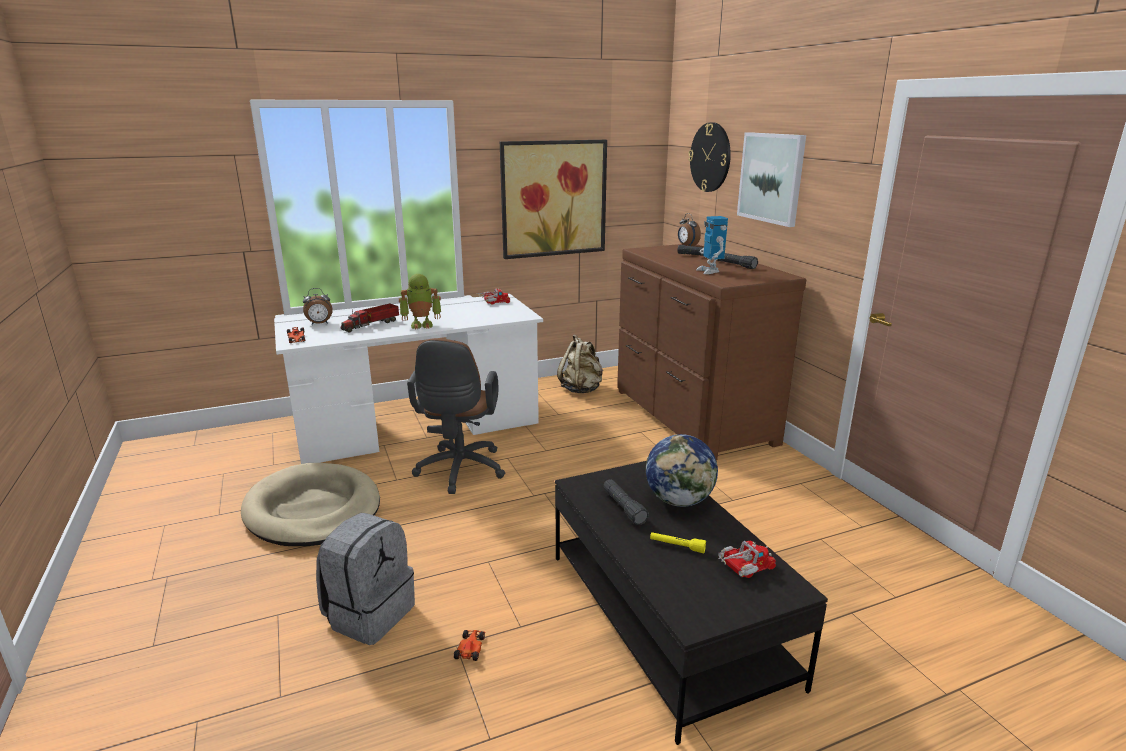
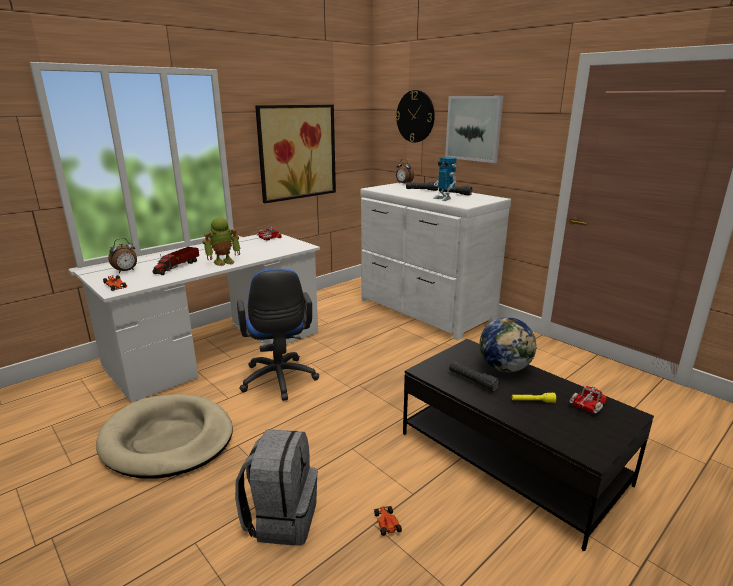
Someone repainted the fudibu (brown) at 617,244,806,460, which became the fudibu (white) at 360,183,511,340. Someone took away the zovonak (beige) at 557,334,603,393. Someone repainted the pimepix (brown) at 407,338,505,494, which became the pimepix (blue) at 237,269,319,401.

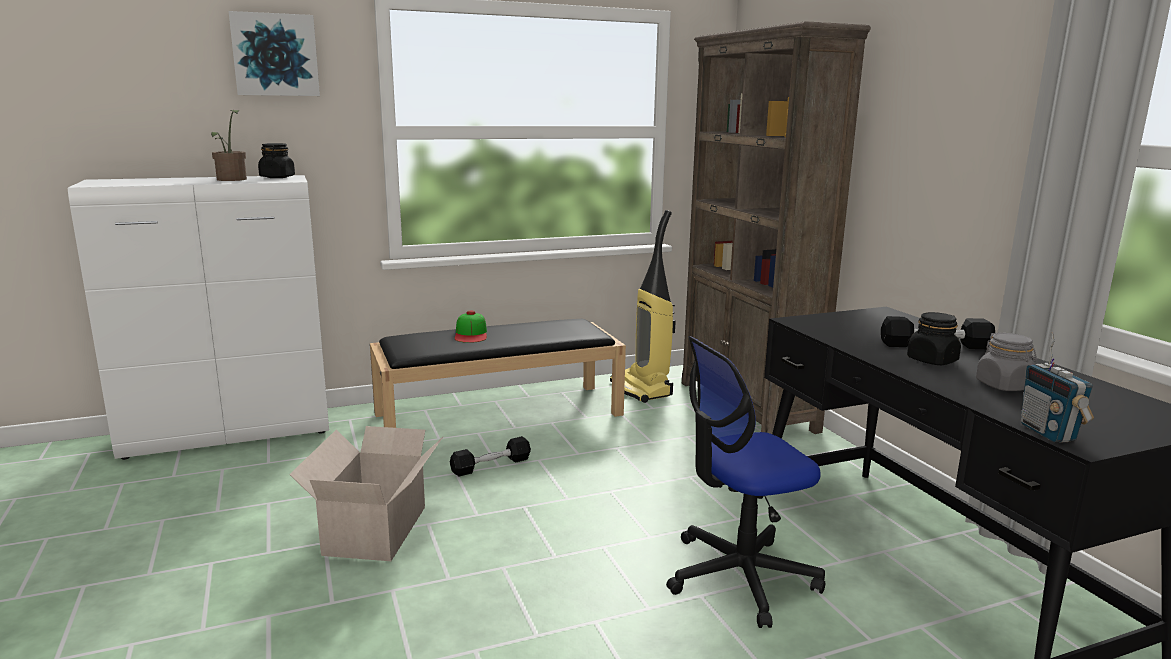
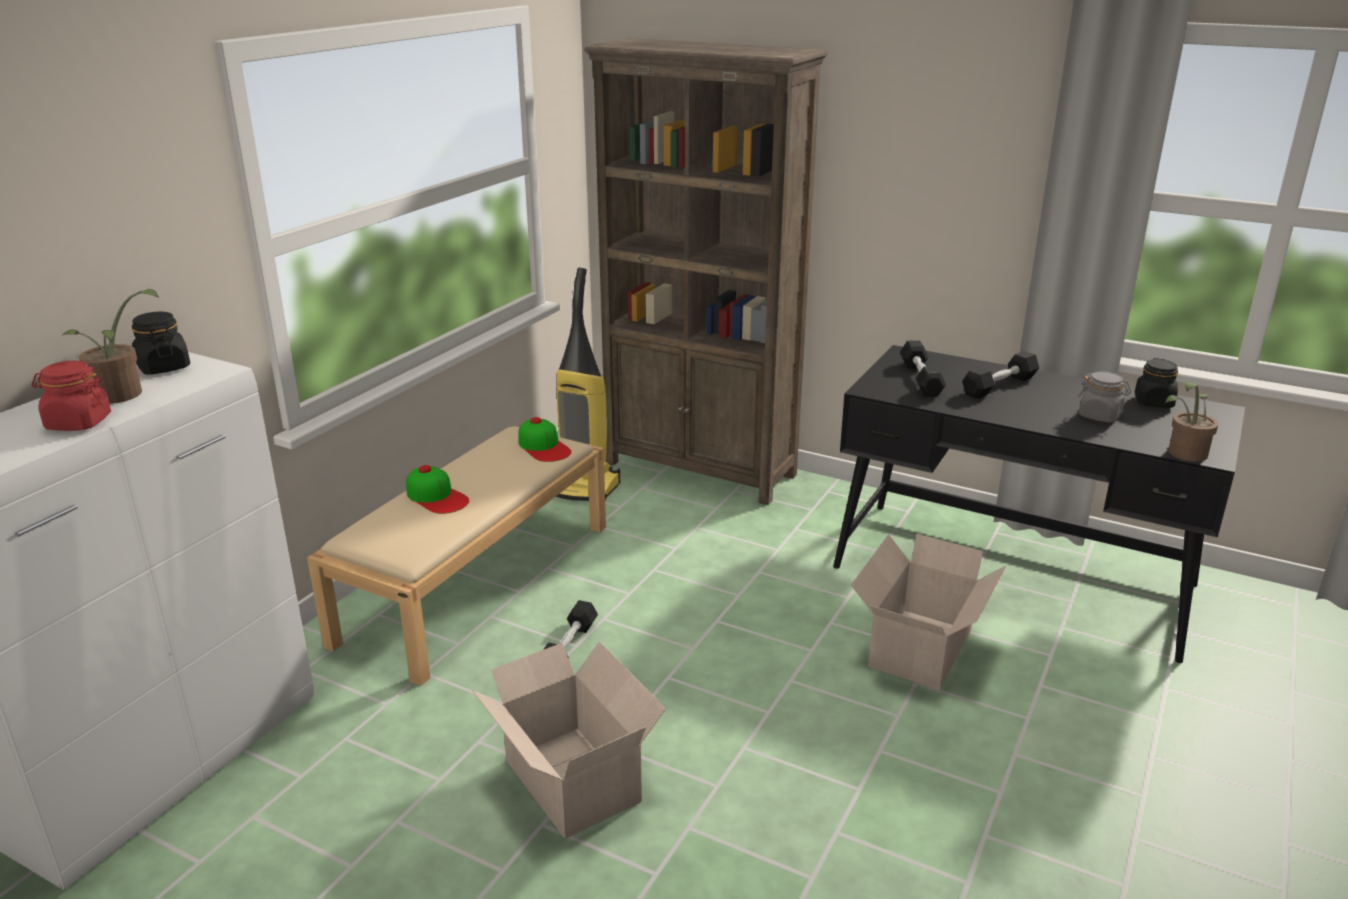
Someone took away the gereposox at 228,11,320,96. Someone carried the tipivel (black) from 907,312,961,365 to 1135,358,1178,408. Someone repainted the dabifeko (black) at 370,319,626,428, which became the dabifeko (beige) at 307,426,606,686. Someone swapped the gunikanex at 1021,332,1094,443 for the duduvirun at 1165,382,1218,461. Someone swapped the pimepix at 666,336,825,628 for the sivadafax at 851,534,1007,690. Someone put down the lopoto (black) at 900,340,946,397. Someone put down the tipivel (red) at 31,361,111,431. Someone put down the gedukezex at 518,417,571,462.

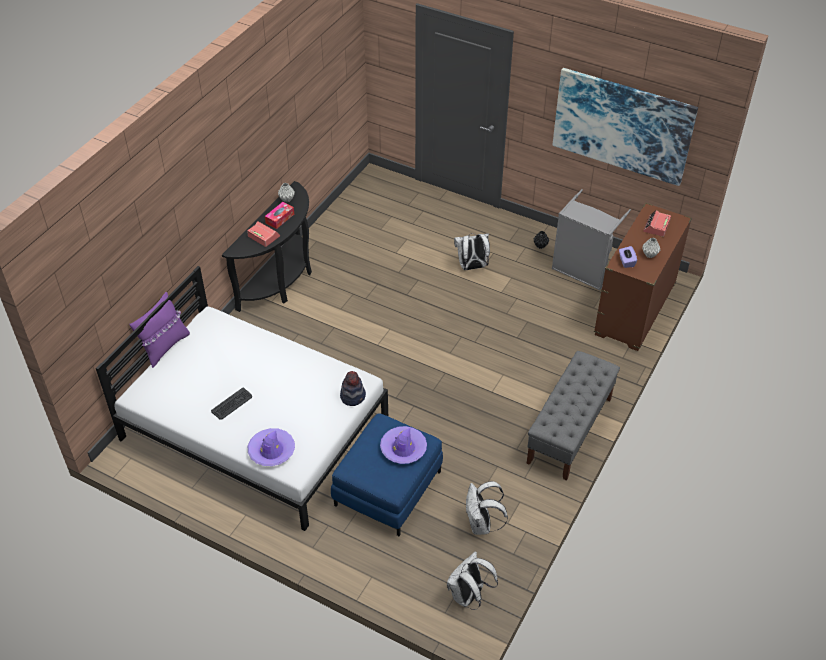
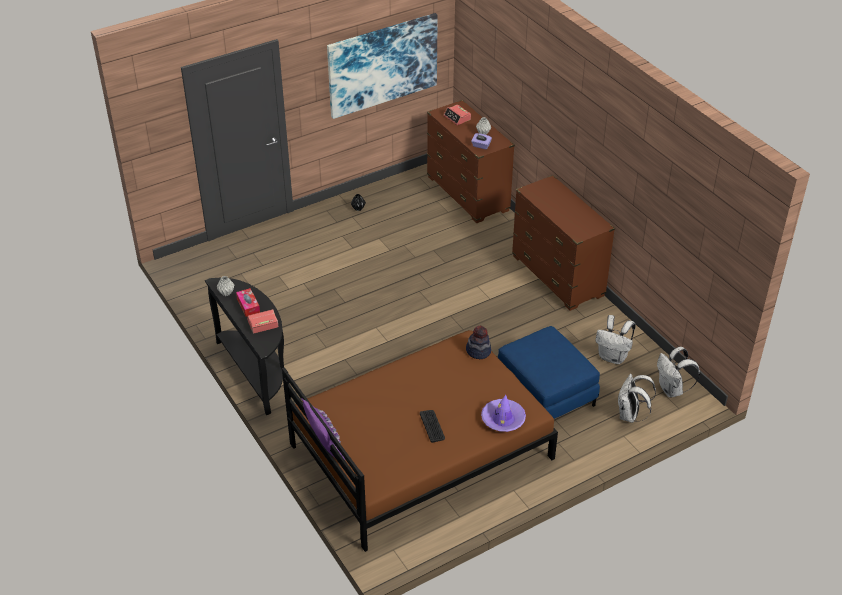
Someone took away the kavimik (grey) at 552,189,631,291. Someone carried the zovonak (white) from 454,233,490,270 to 618,374,656,423. Someone repainted the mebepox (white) at 96,266,388,531, which became the mebepox (brown) at 282,330,558,552. Someone swapped the dabifeko (grey) at 527,351,620,481 for the fudibu (brown) at 512,175,615,311. Someone took away the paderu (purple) at 380,426,427,464.

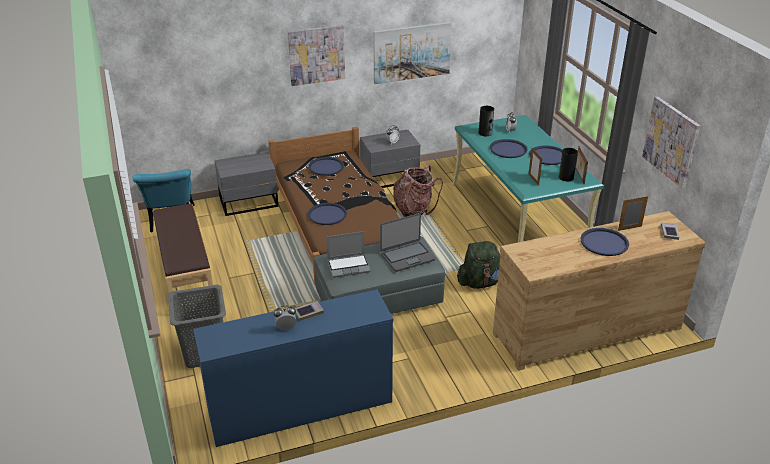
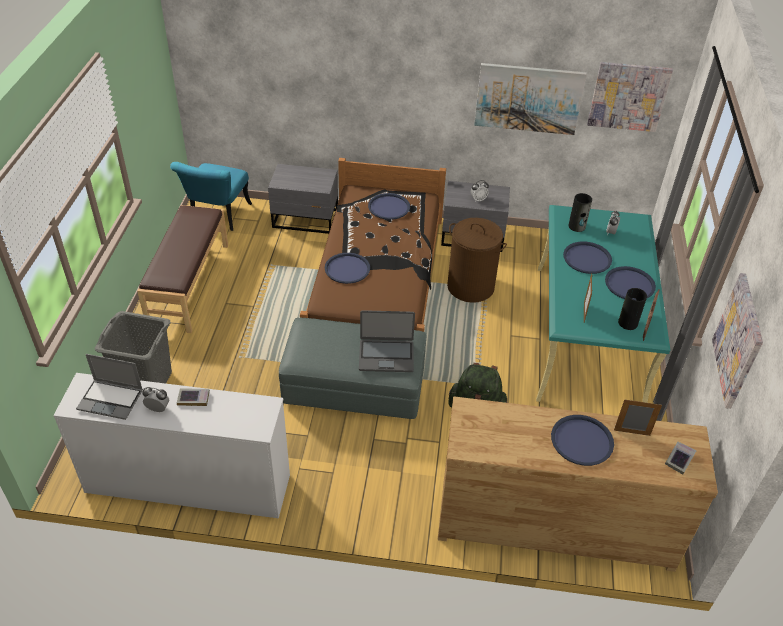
Someone carried the gereposox from 288,25,345,86 to 587,62,673,132. Someone swapped the zovonak at 393,165,443,217 for the kavimik (brown) at 447,218,507,303. Someone carried the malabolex from 326,231,371,278 to 76,354,143,420. Someone repainted the fudibu (blue) at 193,290,393,447, which became the fudibu (white) at 53,373,290,518.

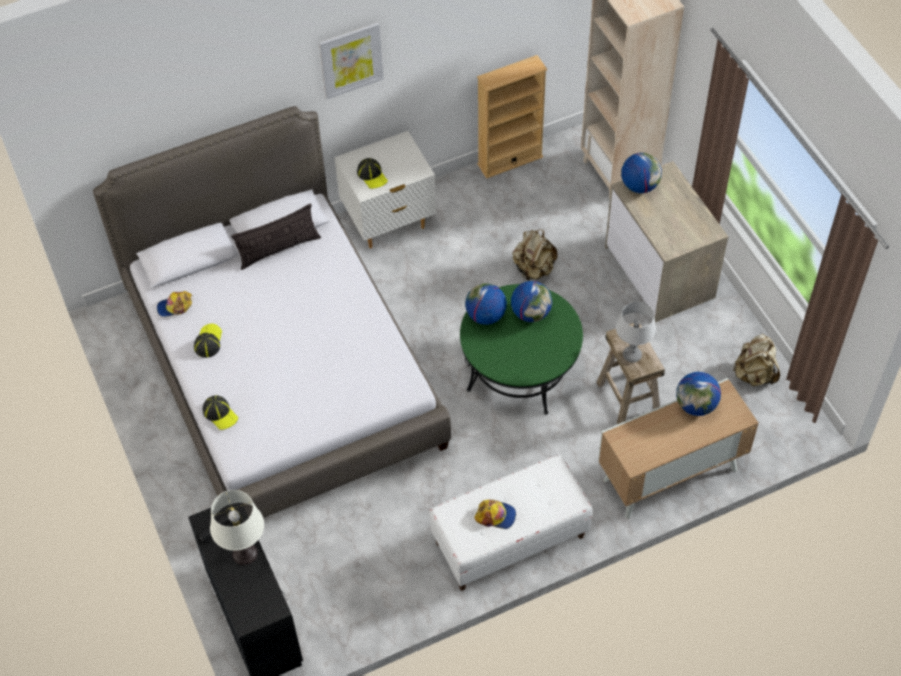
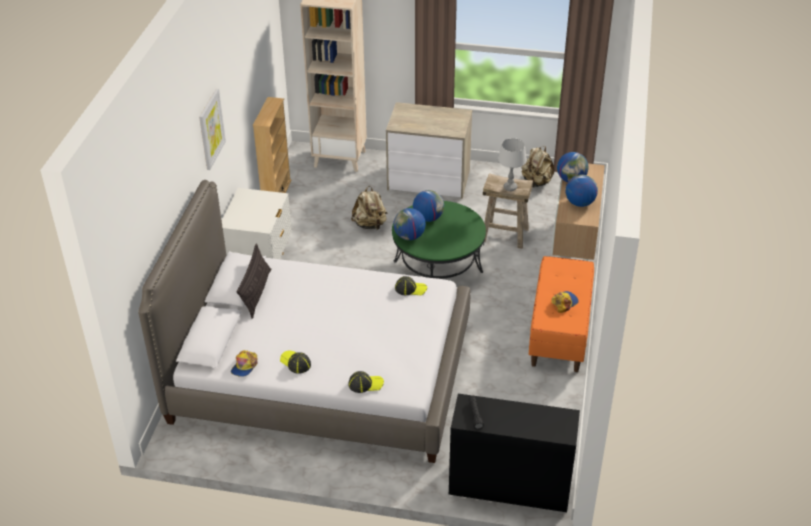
Someone carried the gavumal from 621,153,662,193 to 565,175,598,207. Someone carried the gedukezex from 357,158,388,189 to 395,276,427,295. Someone repainted the dabifeko (white) at 430,454,593,591, which became the dabifeko (orange) at 529,256,594,372. Someone took away the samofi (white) at 210,490,264,565.

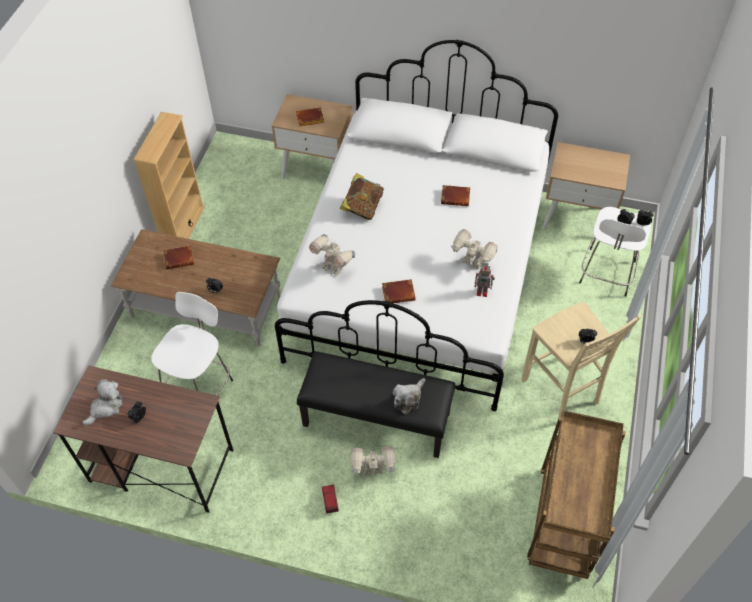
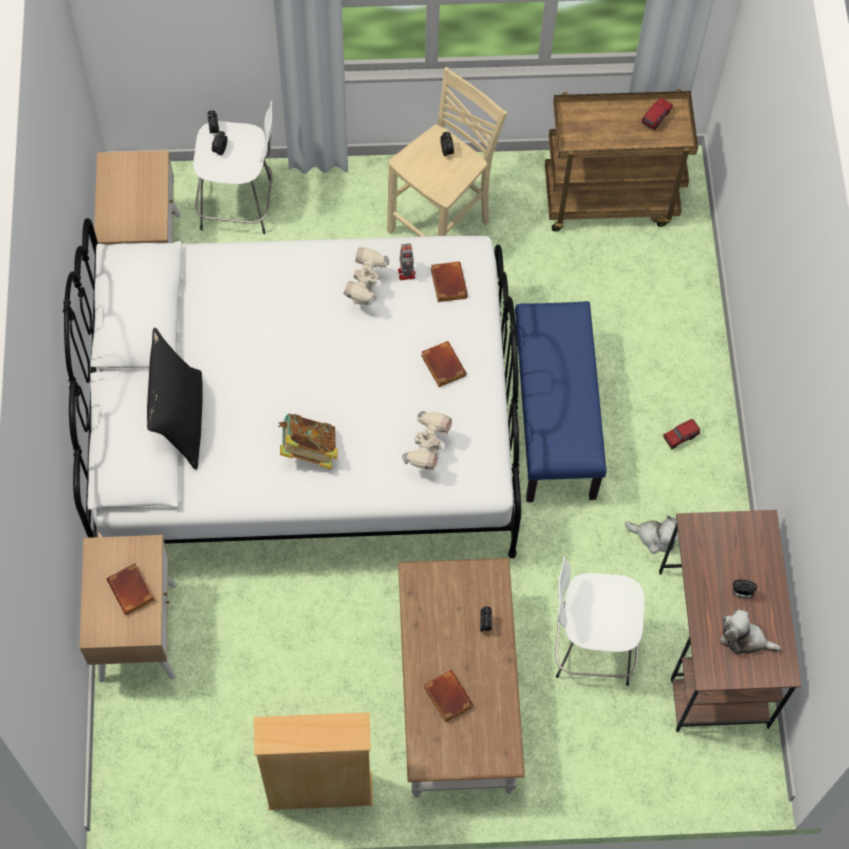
Someone carried the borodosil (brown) from 441,185,470,206 to 431,261,468,302. Someone repainted the dabifeko (black) at 297,351,455,458, which became the dabifeko (blue) at 515,301,606,502. Someone carried the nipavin from 393,378,425,414 to 625,516,679,554. Someone took away the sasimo at 350,446,396,476. Someone put down the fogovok at 641,97,673,130. Someone put down the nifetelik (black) at 147,328,203,470.

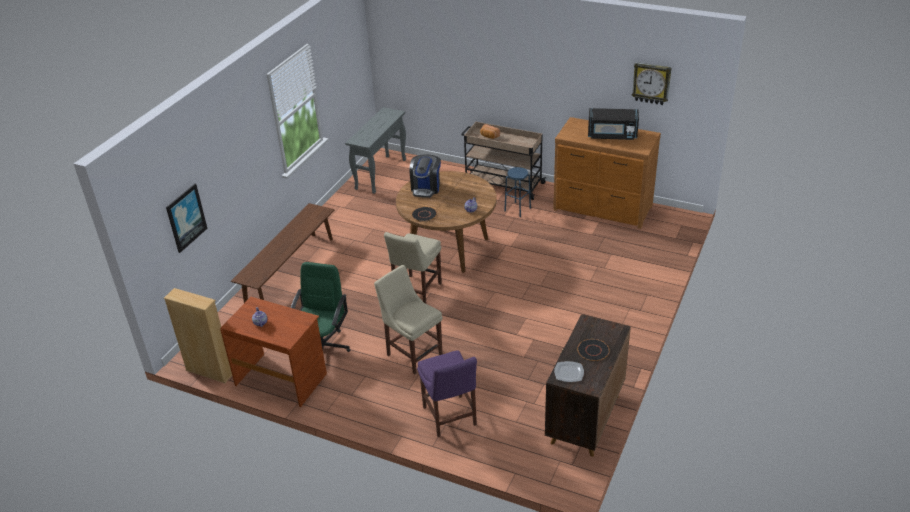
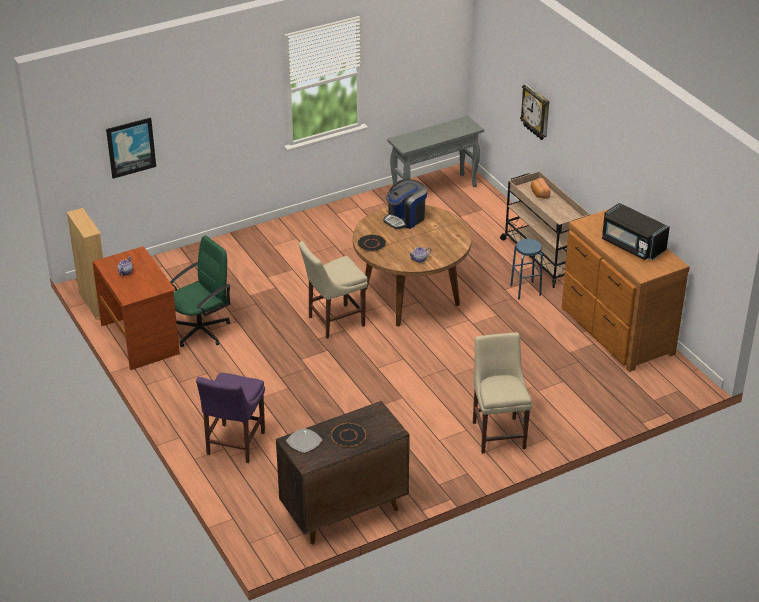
Someone carried the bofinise from 632,62,672,105 to 520,83,549,140. Someone took away the dabifeko (brown) at 231,203,335,303. Someone carried the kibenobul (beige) from 374,265,442,374 to 473,332,532,454.

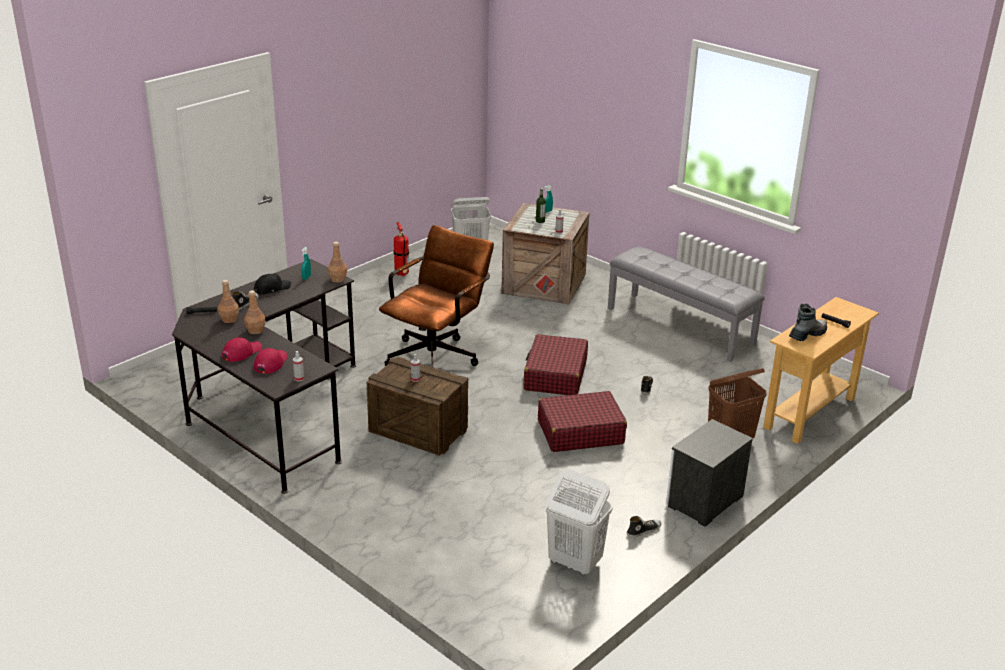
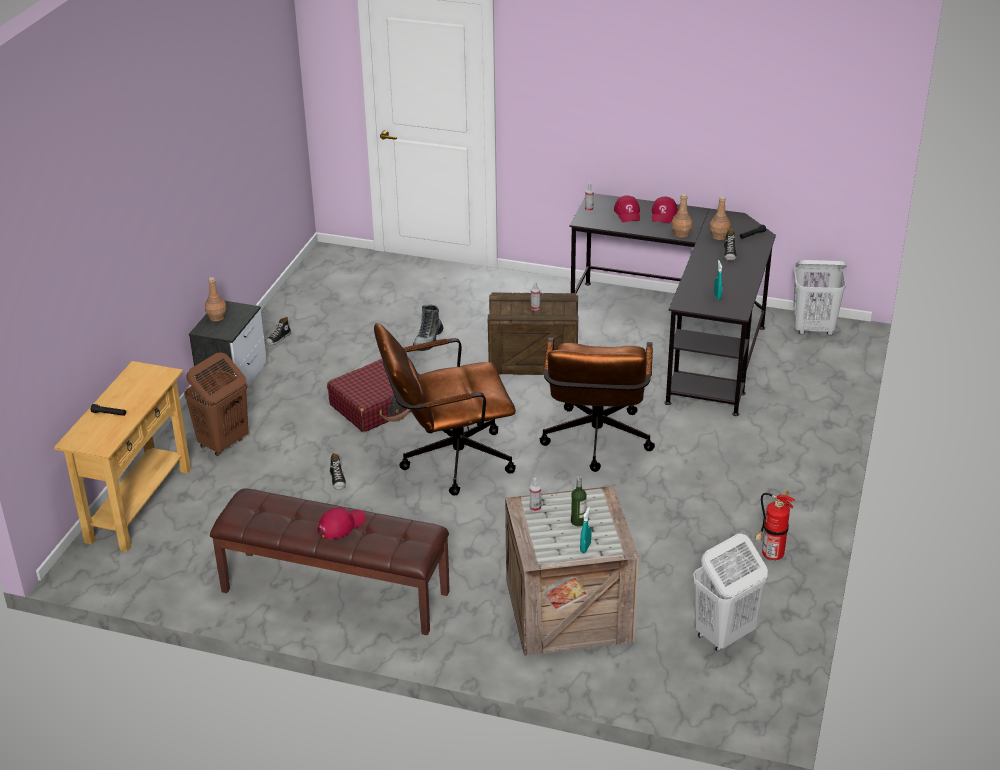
Someone carried the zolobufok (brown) from 328,242,347,283 to 205,277,227,321. Someone repainted the dabifeko (grey) at 608,247,765,362, which became the dabifeko (brown) at 210,488,450,635. Someone took away the gedukezex (black) at 254,273,291,295. Someone carried the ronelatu from 789,304,827,341 to 413,305,444,351. Someone swapped the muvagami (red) at 524,334,588,395 for the pimepix (brown) at 374,323,516,496. Someone carried the kavimik (white) from 546,470,612,575 to 793,260,847,335. Someone put down the gedukezex (red) at 318,508,366,540.

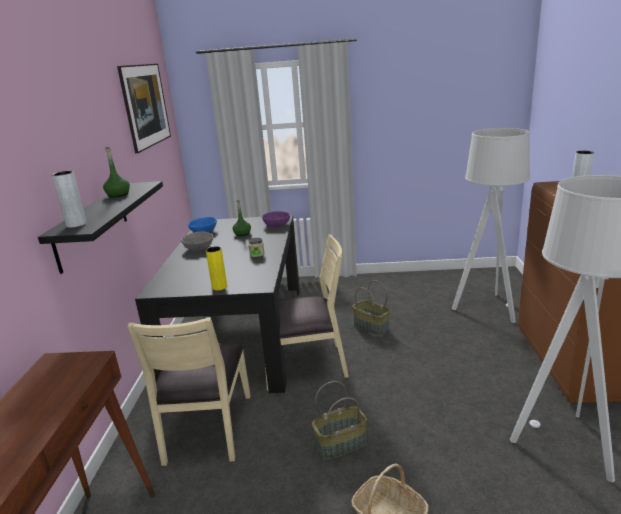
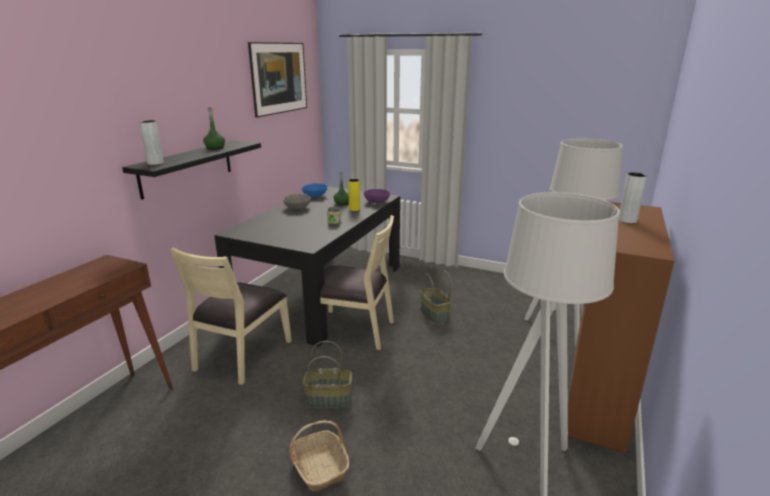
Someone carried the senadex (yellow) from 206,246,227,290 to 348,179,360,211.

